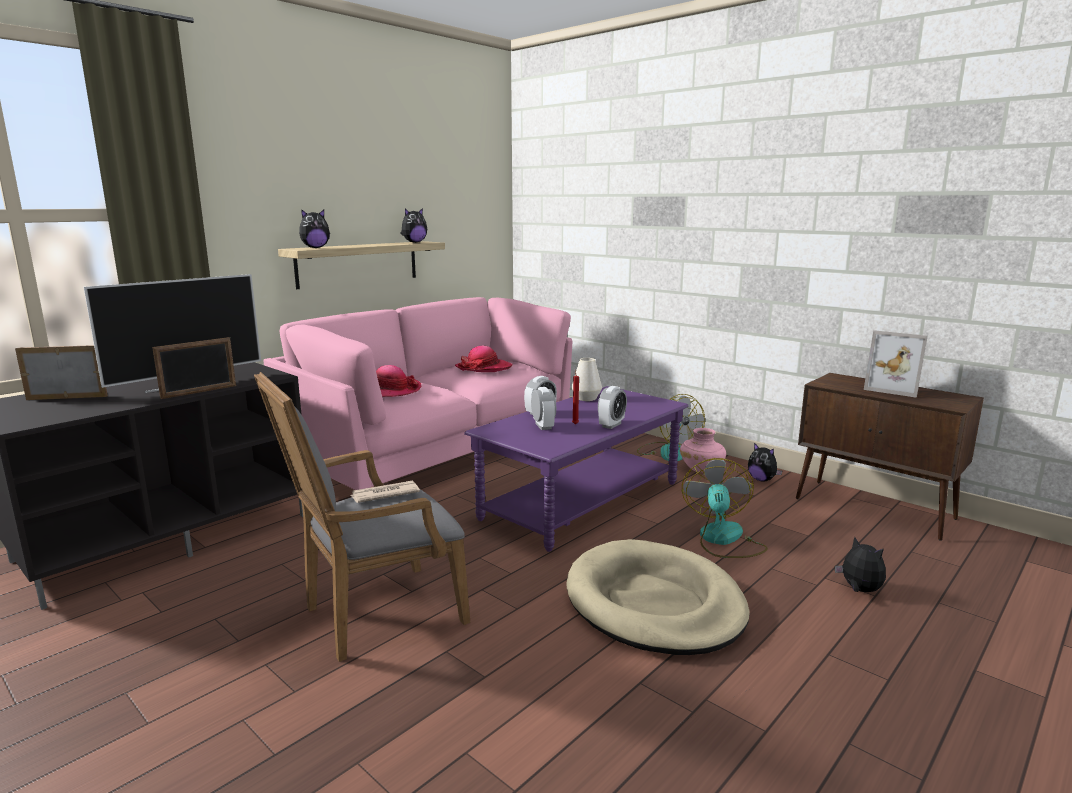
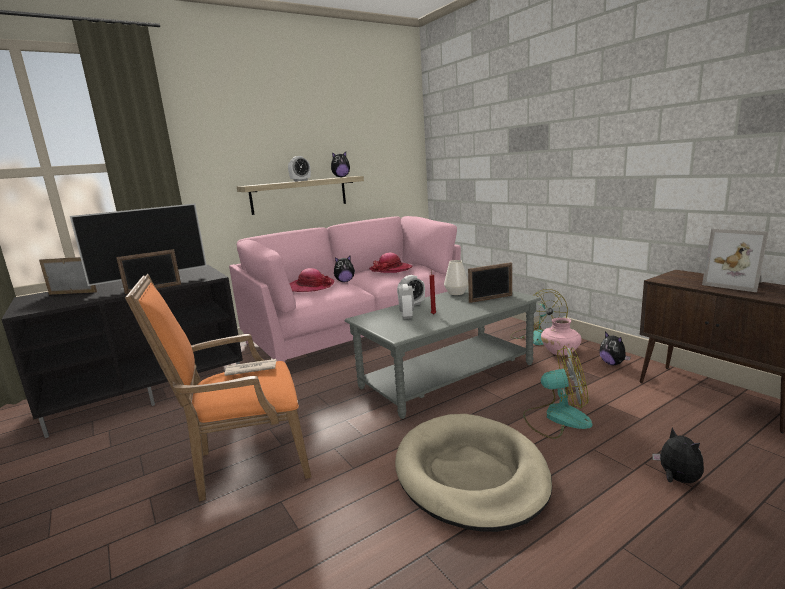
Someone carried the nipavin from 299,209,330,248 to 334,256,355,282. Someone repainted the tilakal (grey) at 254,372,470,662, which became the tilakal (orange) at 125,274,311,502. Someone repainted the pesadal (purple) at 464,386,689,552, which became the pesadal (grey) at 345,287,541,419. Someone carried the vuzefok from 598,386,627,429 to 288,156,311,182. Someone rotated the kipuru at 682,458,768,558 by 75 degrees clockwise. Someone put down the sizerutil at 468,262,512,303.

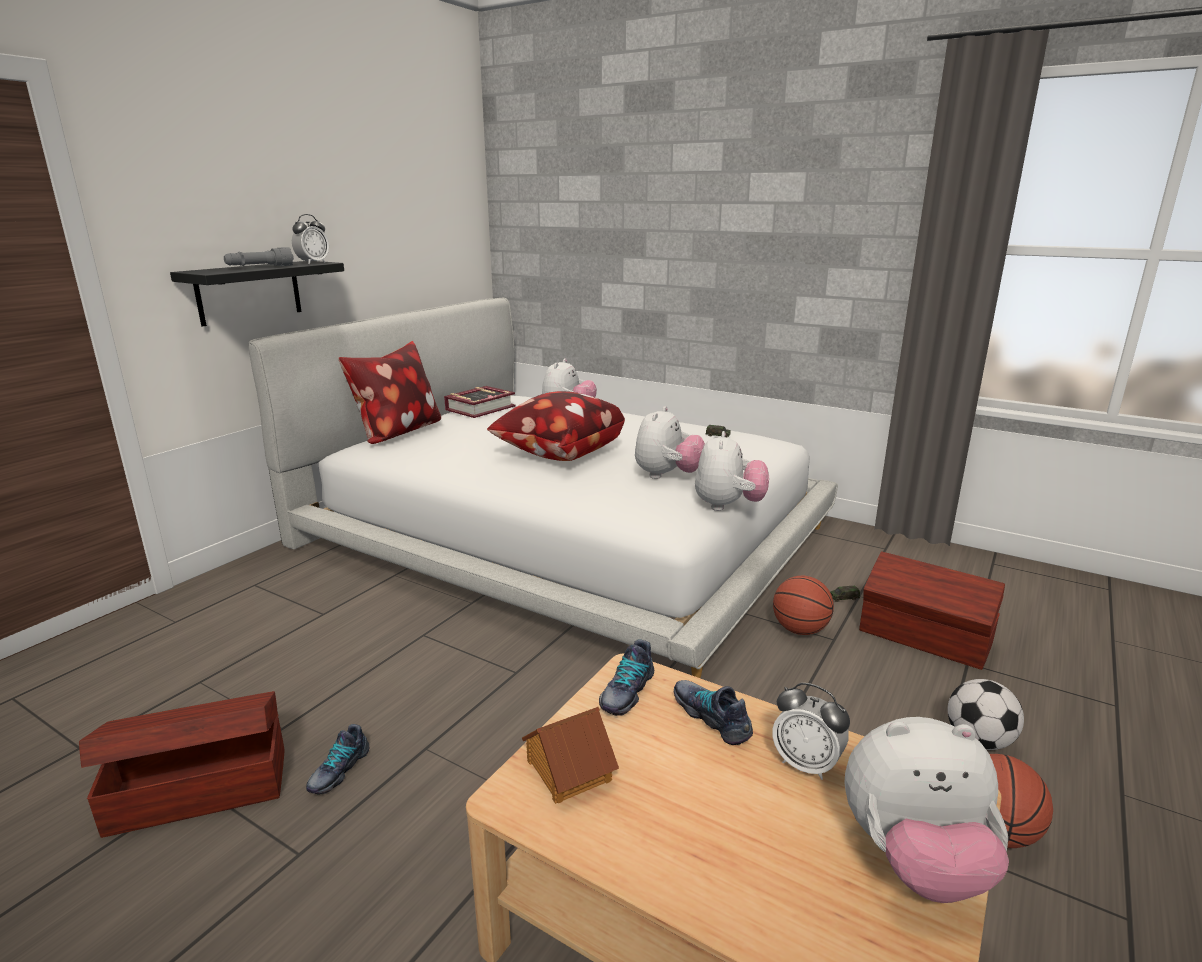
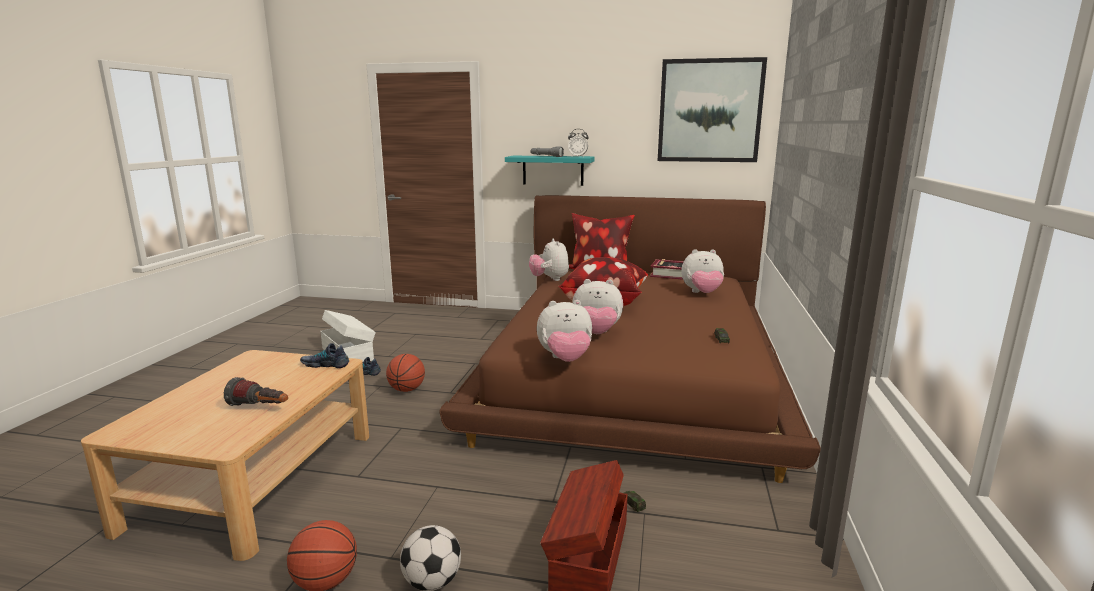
Someone repainted the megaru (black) at 170,261,344,327, which became the megaru (turquoise) at 505,156,595,186. Someone repainted the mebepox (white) at 249,298,838,678, which became the mebepox (brown) at 439,195,821,483. Someone carried the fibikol from 773,576,834,635 to 386,354,425,392. Someone took away the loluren at 674,680,753,745. Someone swapped the vuzefok at 772,683,850,780 for the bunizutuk at 224,377,288,406. Someone repainted the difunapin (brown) at 79,691,284,838, which became the difunapin (white) at 321,310,376,362. Someone took away the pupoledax at 522,707,619,804. Someone carried the nipavin from 844,717,1009,903 to 529,239,569,281. Someone put up the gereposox at 658,57,767,162.

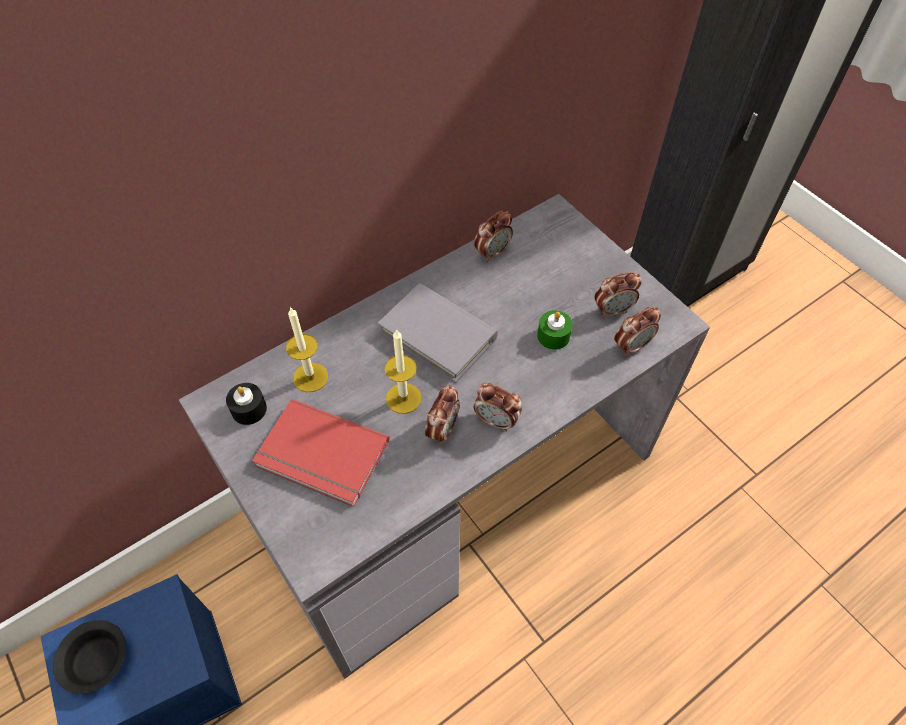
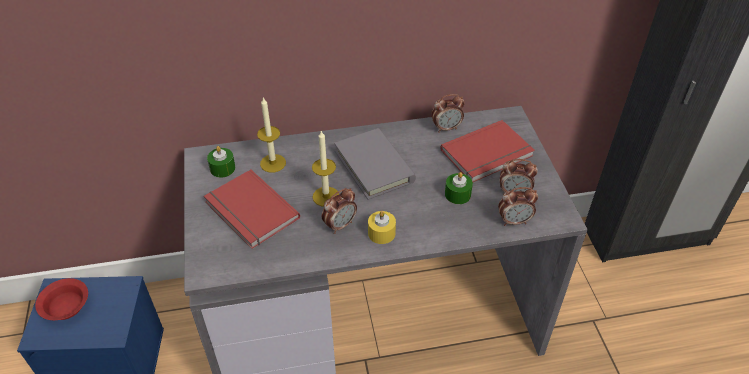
Someone repainted the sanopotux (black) at 226,383,267,425, which became the sanopotux (green) at 207,146,235,178. Someone swapped the vuzefok at 474,383,522,432 for the sanopotux (yellow) at 368,211,396,244. Someone repainted the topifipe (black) at 53,620,126,694, which became the topifipe (red) at 35,278,88,320. Someone put down the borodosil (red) at 440,120,535,182.

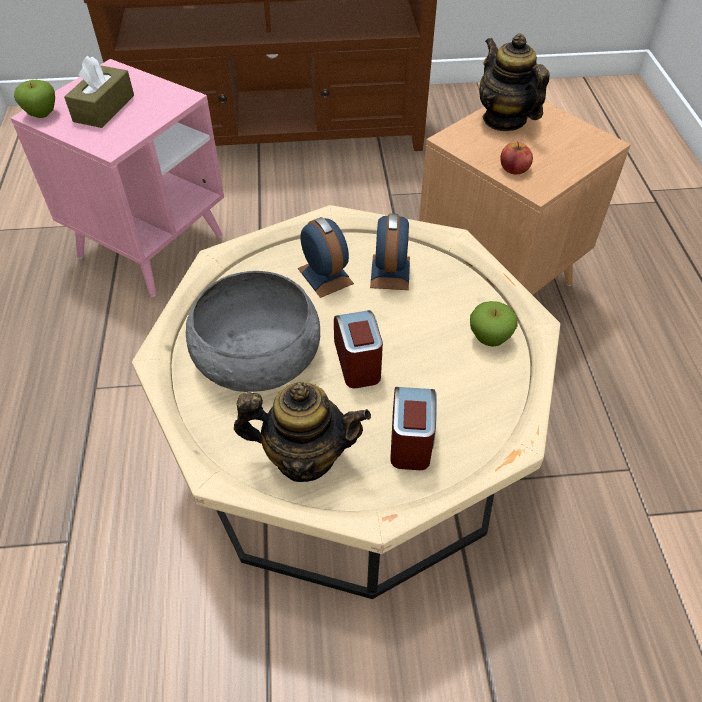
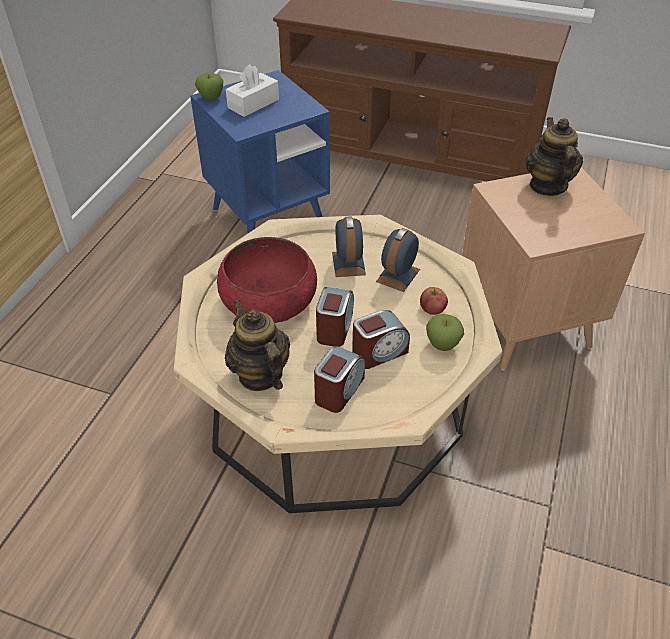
Someone repainted the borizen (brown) at 64,56,134,128, which became the borizen (white) at 226,64,279,117. Someone repainted the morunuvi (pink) at 11,59,224,297, which became the morunuvi (blue) at 190,70,330,234. Someone carried the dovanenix from 500,141,533,175 to 420,287,448,315. Someone repainted the topifipe (grey) at 186,271,320,392, which became the topifipe (red) at 217,237,317,323. Someone rotated the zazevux at 234,382,371,482 by 150 degrees counterclockwise. Someone put down the vuzefok at 352,310,410,369.

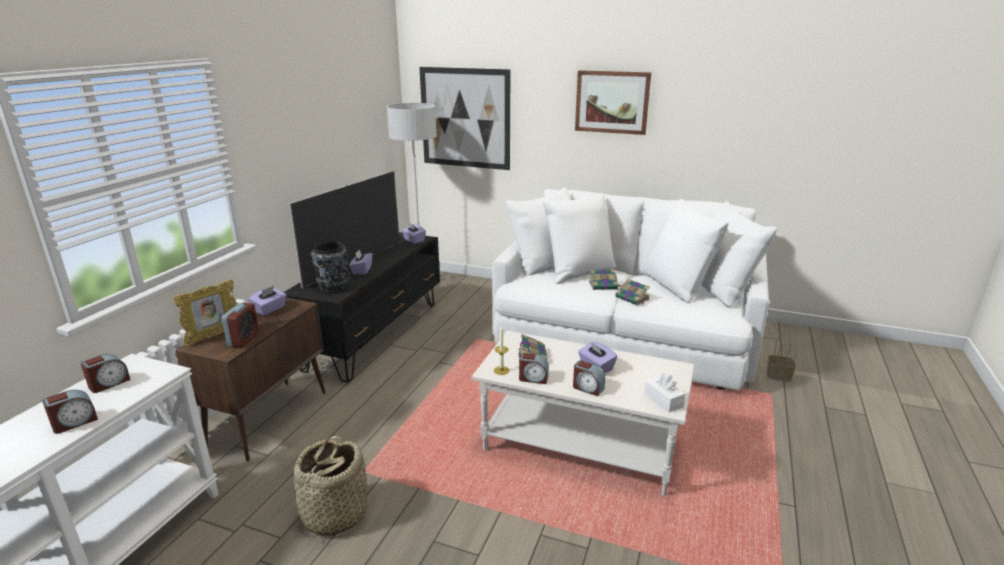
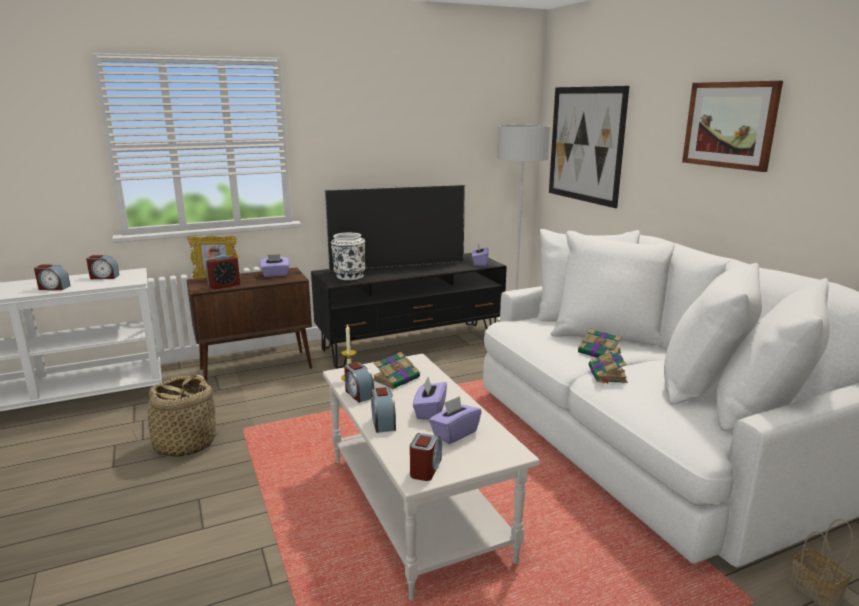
Someone repainted the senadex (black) at 310,241,350,293, which became the senadex (white) at 331,232,366,280. Someone carried the borizen (purple) from 349,250,372,275 to 429,396,482,444. Someone swapped the borizen (white) at 644,372,686,412 for the vuzefok at 410,433,442,481.

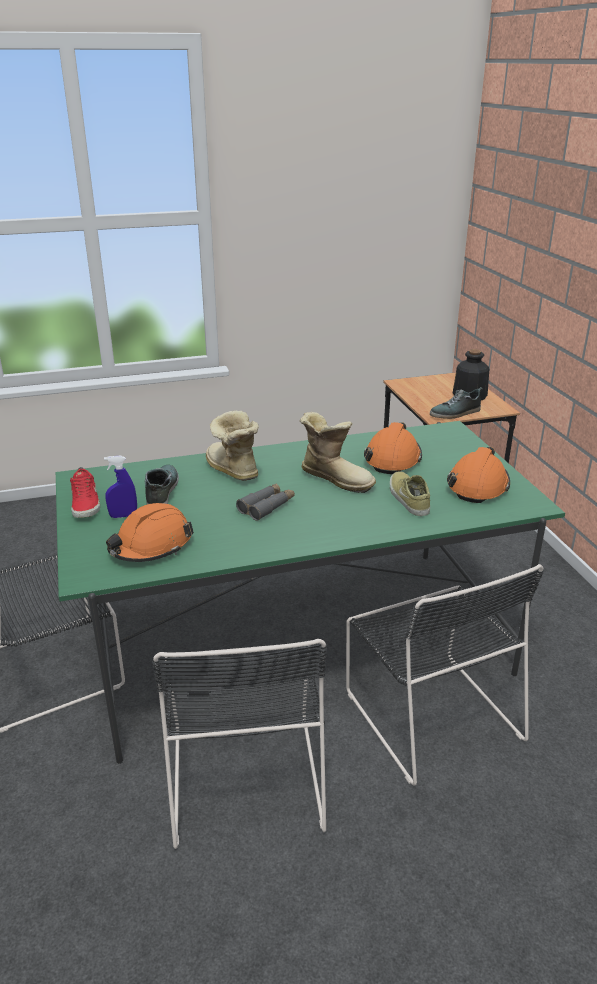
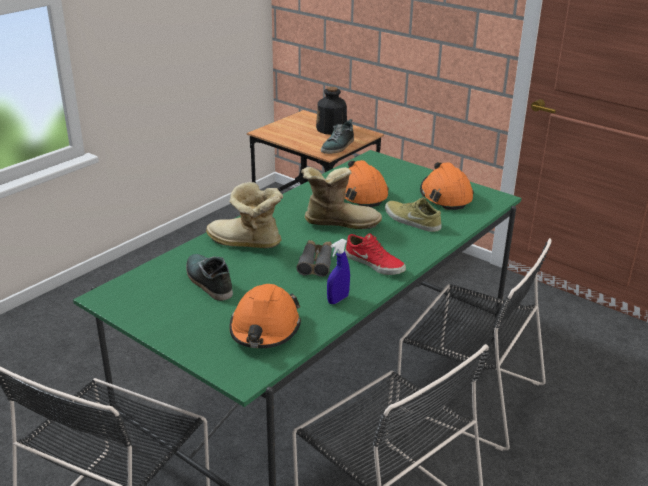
Someone carried the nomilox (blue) from 104,455,137,518 to 327,239,350,304. Someone carried the loluren (red) from 70,469,100,518 to 345,233,406,275.

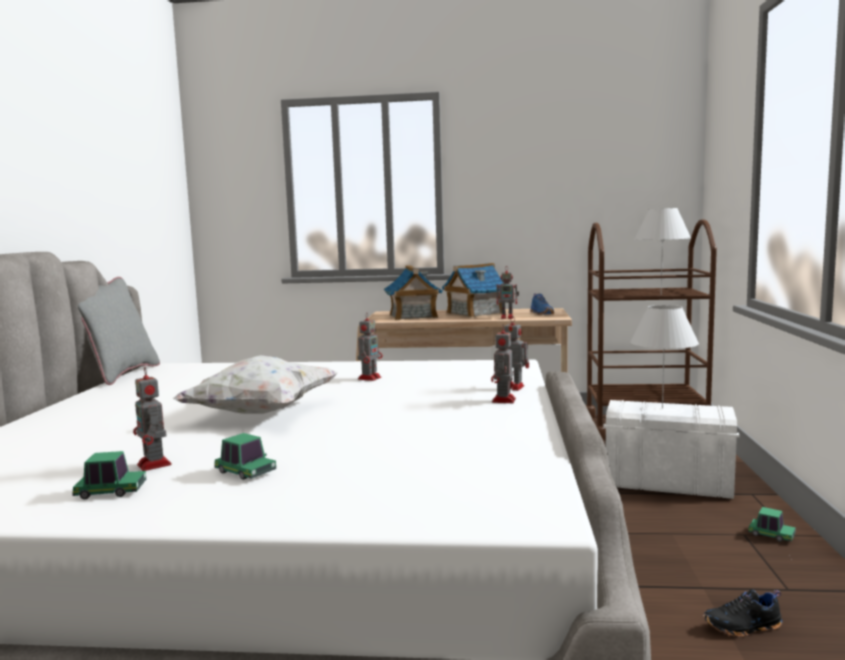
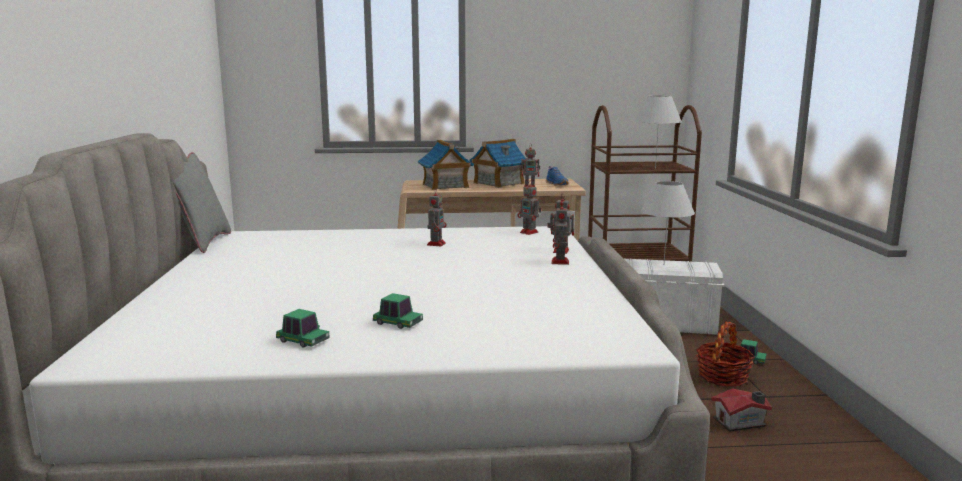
Someone took away the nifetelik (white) at 172,355,337,414. Someone carried the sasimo from 133,367,172,471 to 518,184,541,235. Someone rotated the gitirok at 72,451,146,499 by 45 degrees clockwise. Someone swapped the loluren (black) at 704,589,782,637 for the pupoledax at 711,388,772,432. Someone put down the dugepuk at 696,322,755,387.

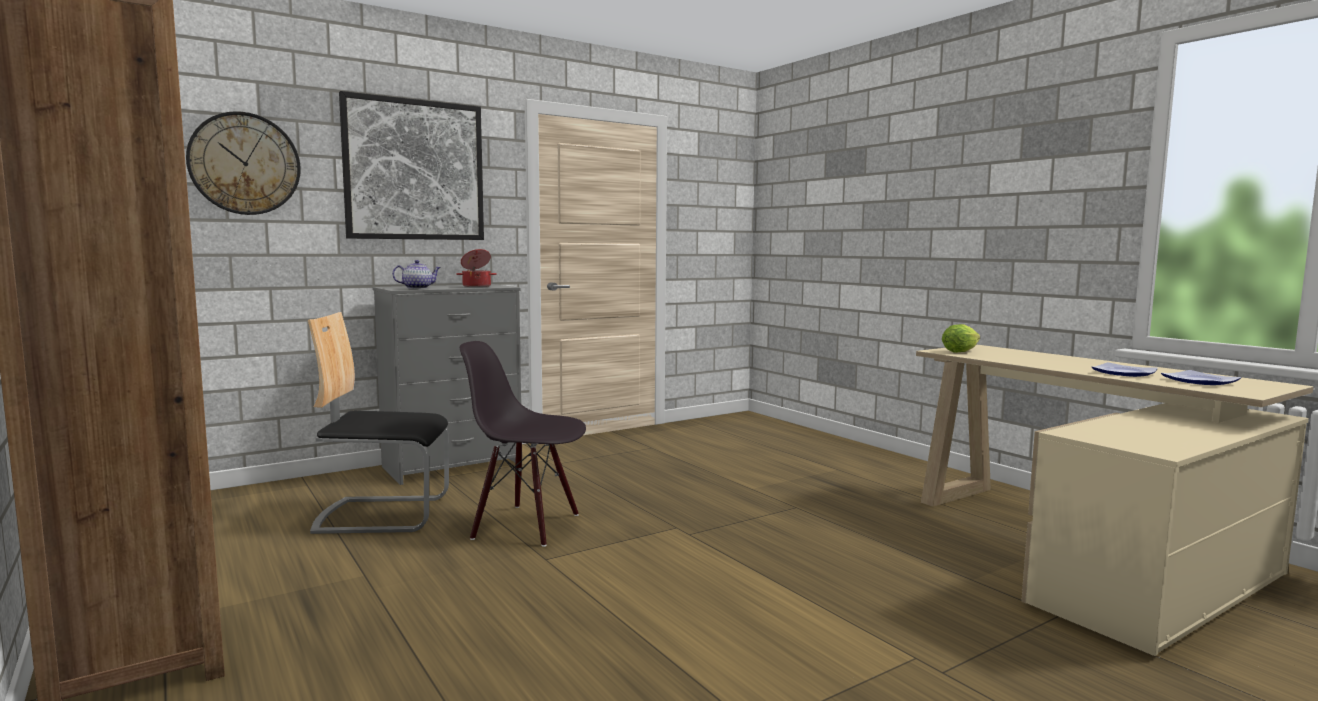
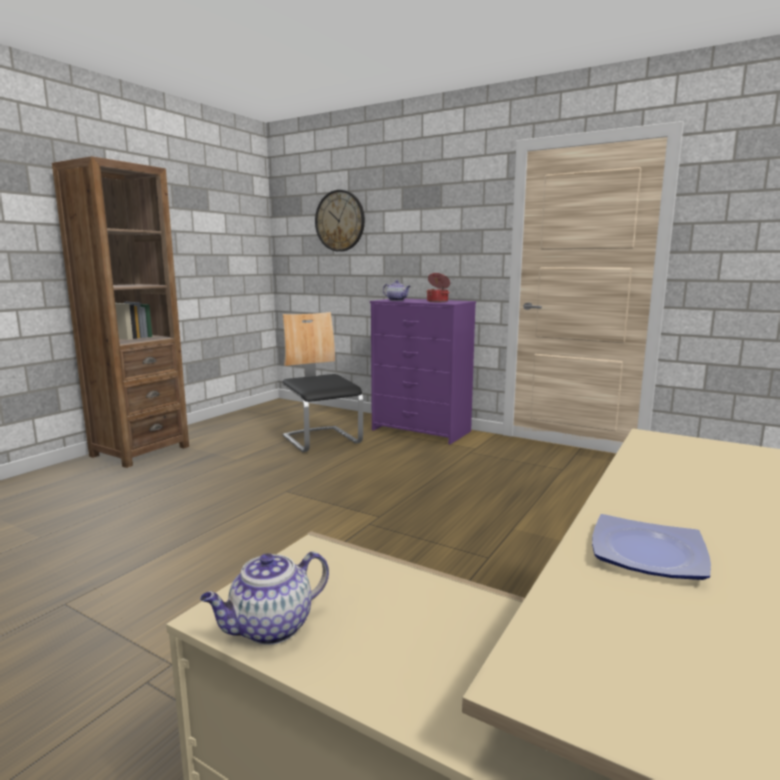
Someone took away the gereposox at 339,91,484,240. Someone repainted the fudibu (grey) at 372,284,521,485, which became the fudibu (purple) at 370,299,476,444. Someone took away the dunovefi at 942,324,980,353. Someone took away the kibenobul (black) at 460,341,586,547. Someone took away the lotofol at 1161,370,1241,385. Someone put down the zazevux at 200,552,329,645.

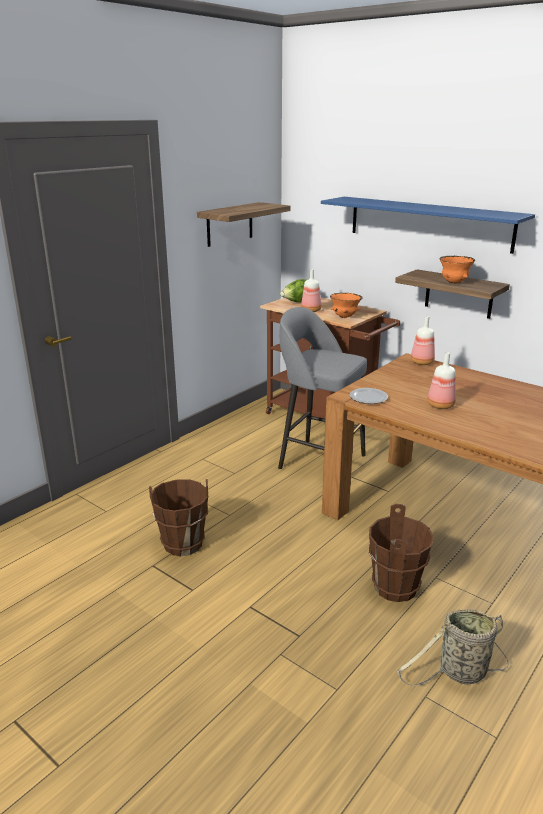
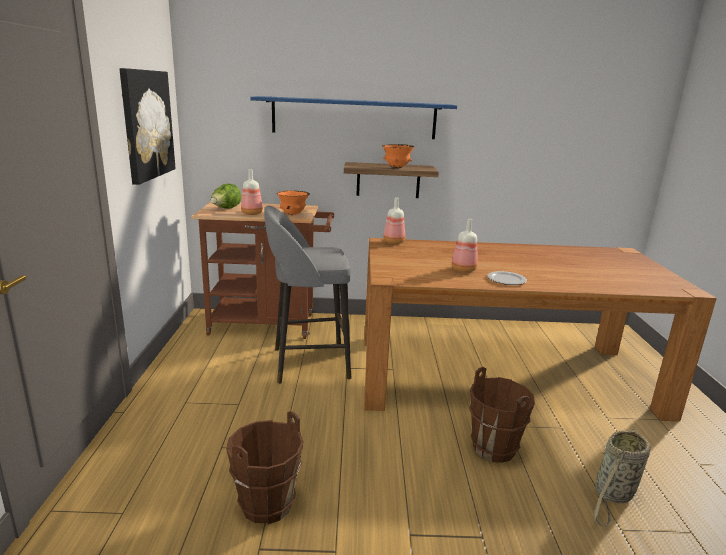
Someone swapped the megaru at 197,202,291,247 for the gereposox at 119,68,176,185. Someone carried the lotofol from 350,388,388,404 to 487,271,527,285.

